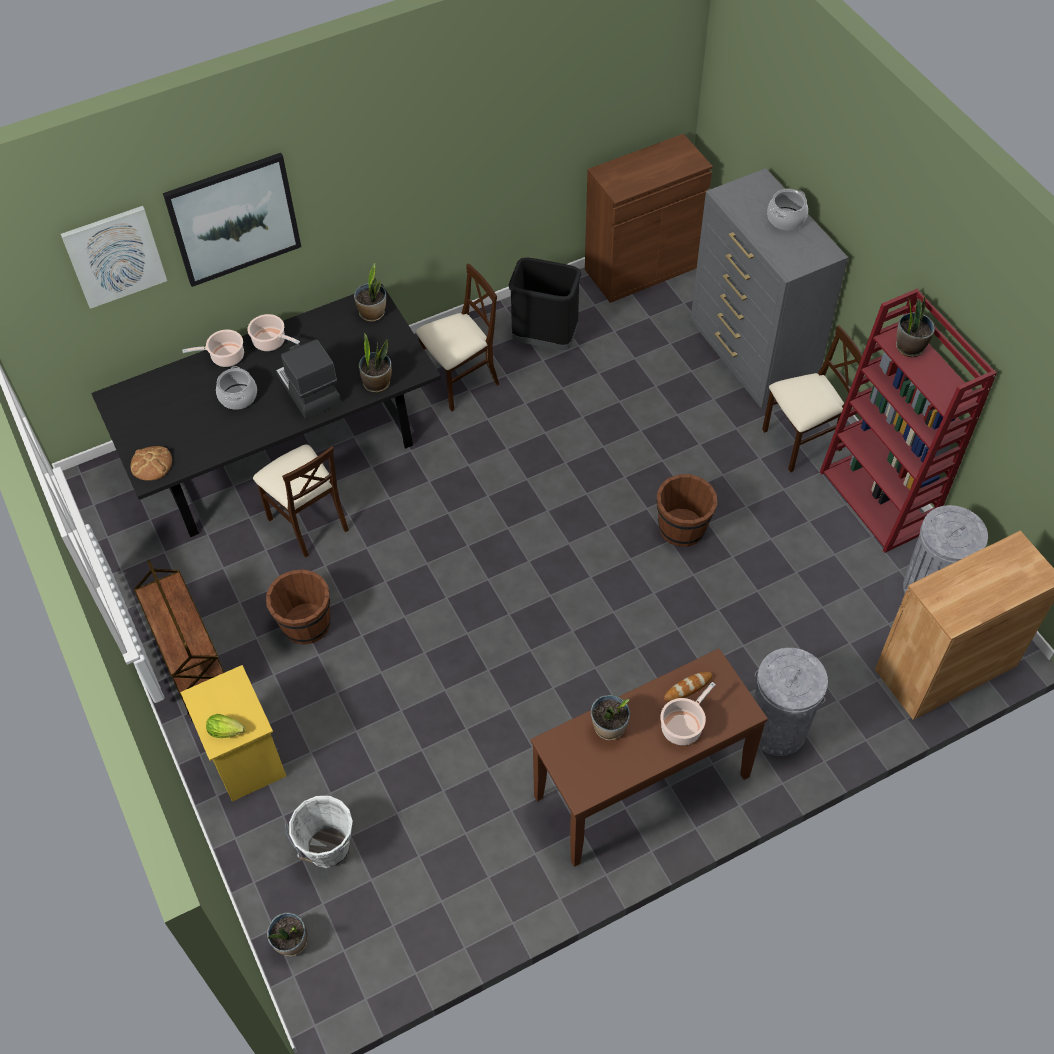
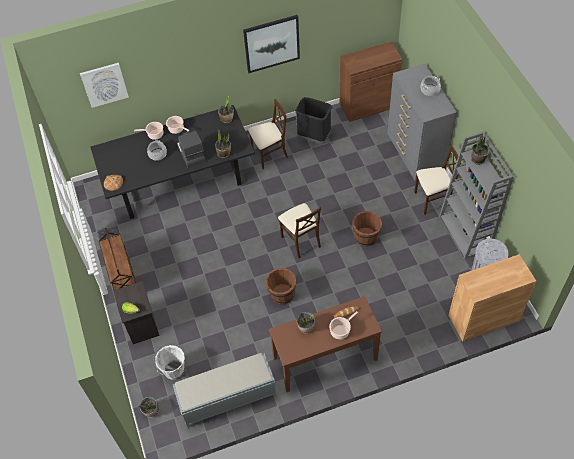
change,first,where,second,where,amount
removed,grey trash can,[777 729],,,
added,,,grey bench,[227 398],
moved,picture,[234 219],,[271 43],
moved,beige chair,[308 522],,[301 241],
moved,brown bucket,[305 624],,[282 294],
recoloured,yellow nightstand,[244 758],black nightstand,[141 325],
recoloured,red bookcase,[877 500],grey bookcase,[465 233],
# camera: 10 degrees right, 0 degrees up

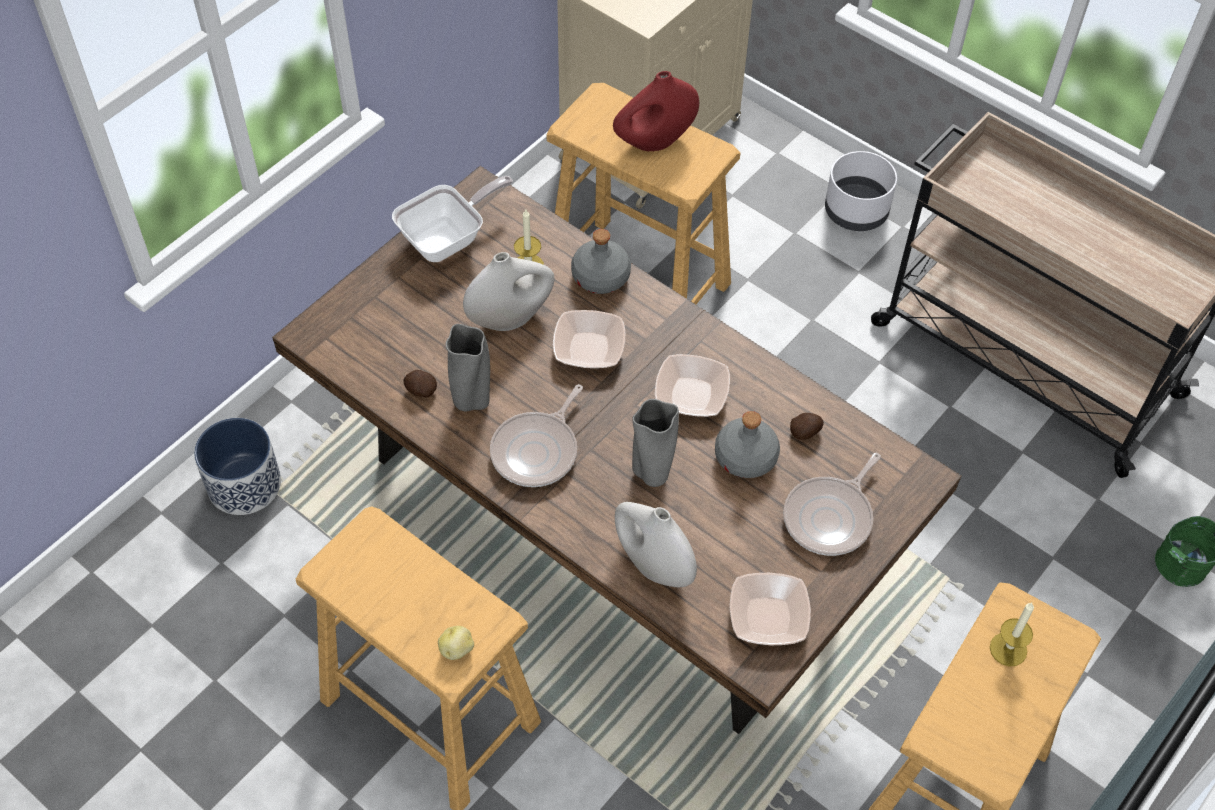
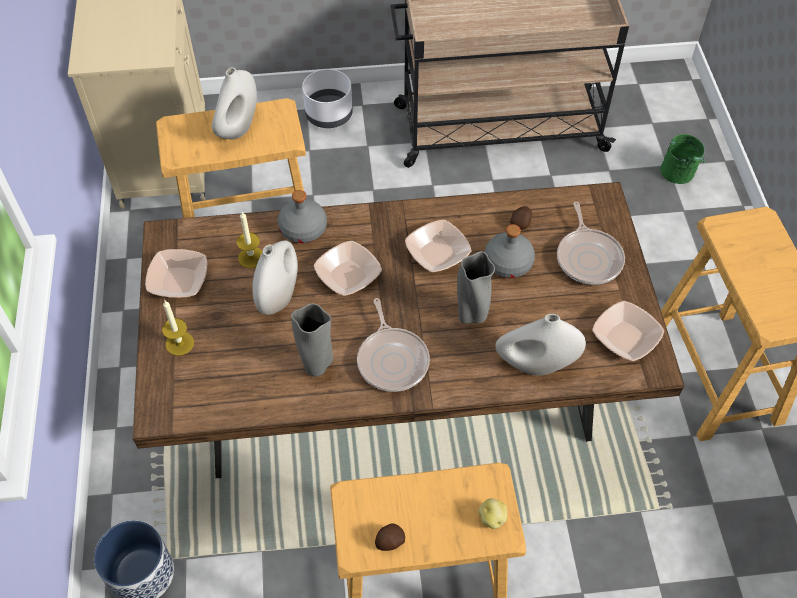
change,first,where,second,where,amount
moved,potato,[420 390],,[389 542],
moved,candle,[1008 649],,[179 343],
replaced,frying pan,[448 239],bowl,[179 281],
recoloured,red vase,[654 142],white vase,[238 129],
# camera: 45 degrees left, 0 degrees up

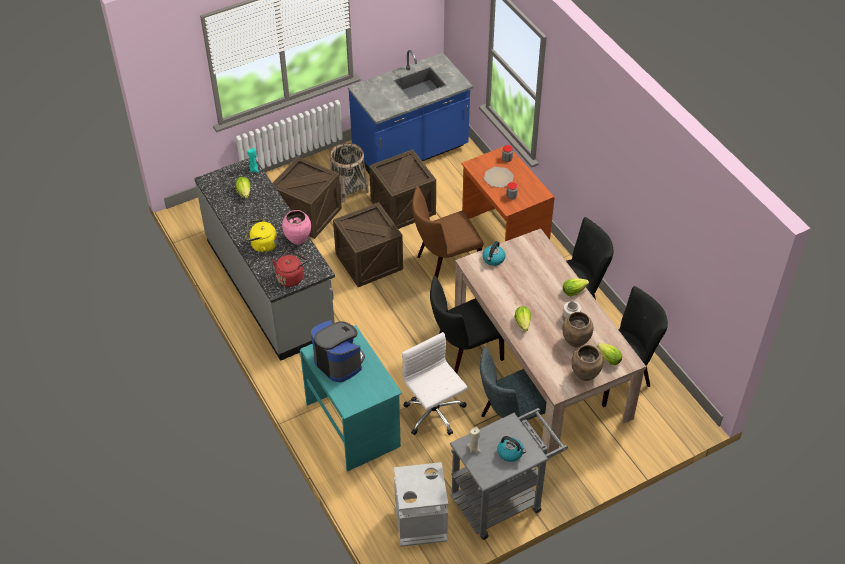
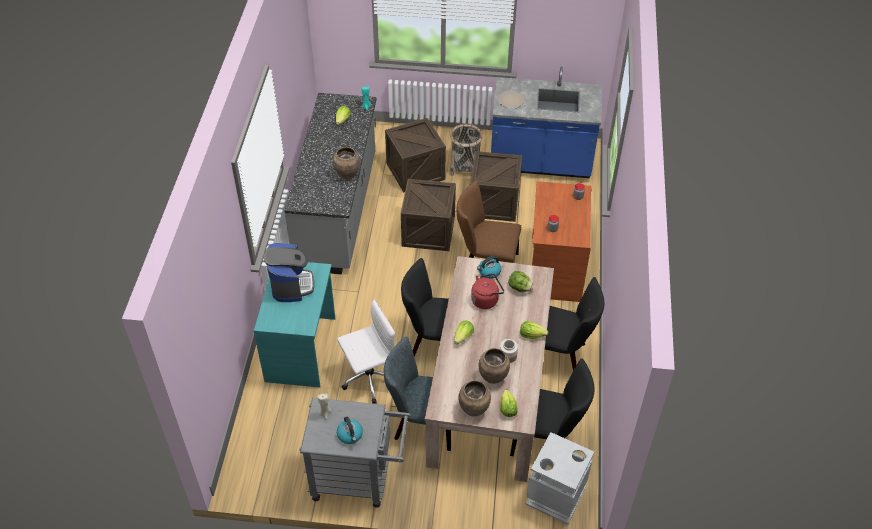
change,first,where,second,where,amount
removed,yellow kettle,[262 245],,,
added,,,lettuce,[519 288],
moved,red kettle,[291 277],,[486 299],
moved,grey trash can,[420 523],,[555 496],
moved,plate,[498 178],,[511 100],
recoloured,pink vase,[297 239],brown vase,[347 175],
turned,white office chair,[434 414],,[368 378],60 degrees clockwise
# camera: 35 degrees right, 0 degrees up

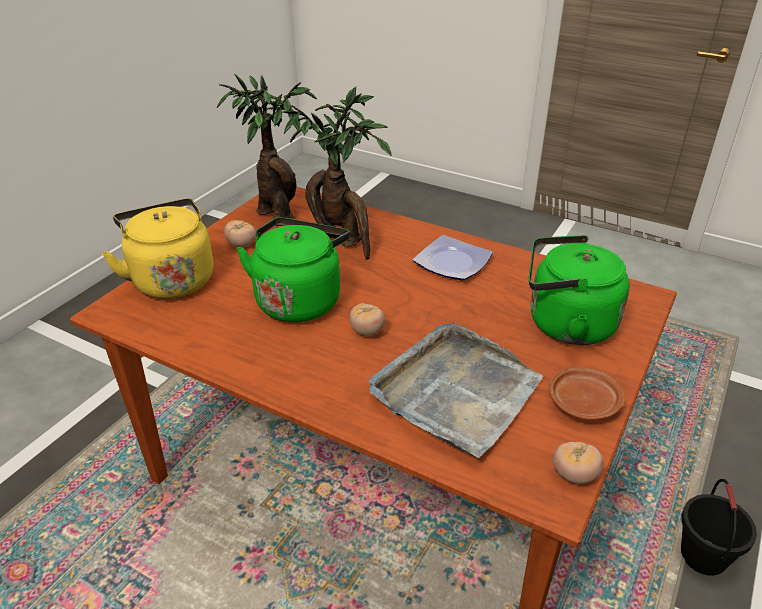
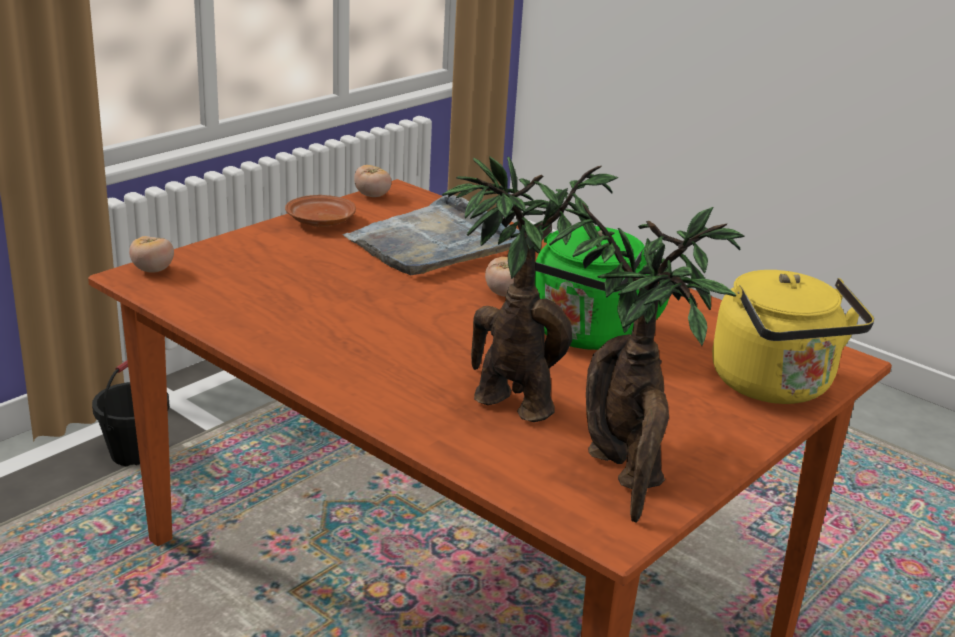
change,first,where,second,where,amount
removed,plate,[454 262],,,
removed,green kettle,[565 324],,,
moved,tomato,[241 245],,[153 270],
# camera: 170 degrees left, 10 degrees down

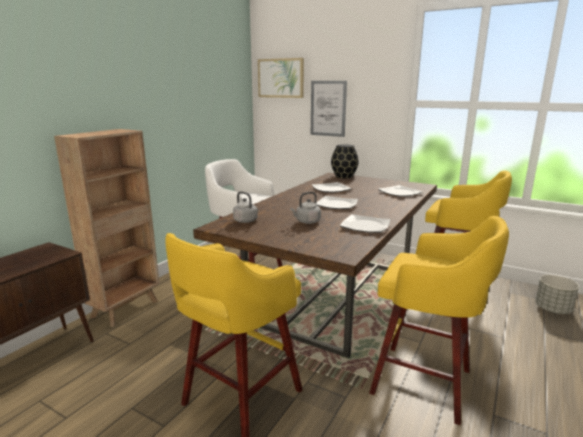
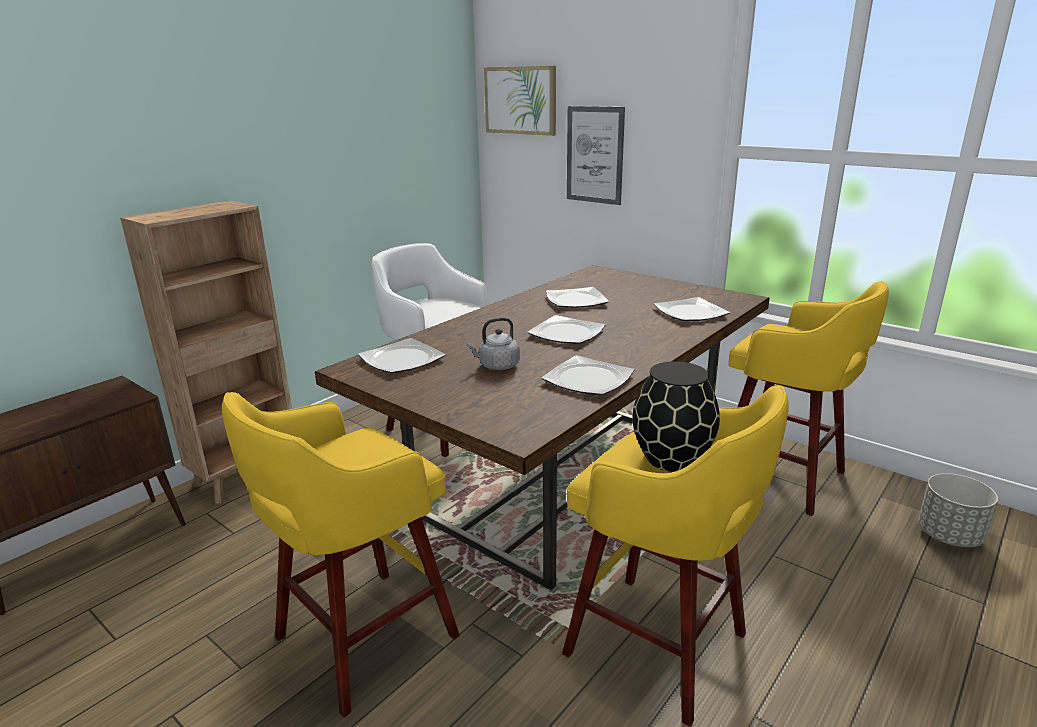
change,first,where,second,where,amount
moved,black vase,[344 176],,[672 459],
replaced,grey kettle,[246 221],plate,[403 360],
# camera: 10 degrees right, 5 degrees up

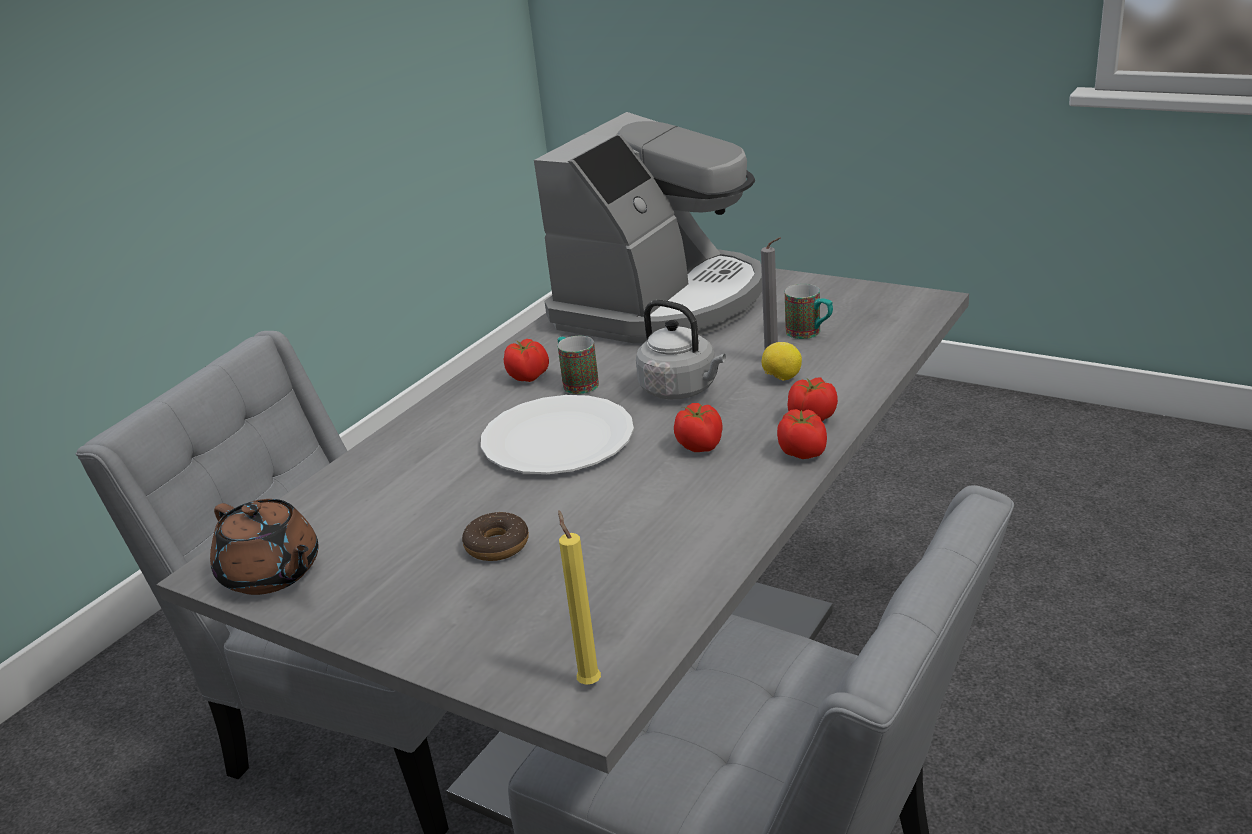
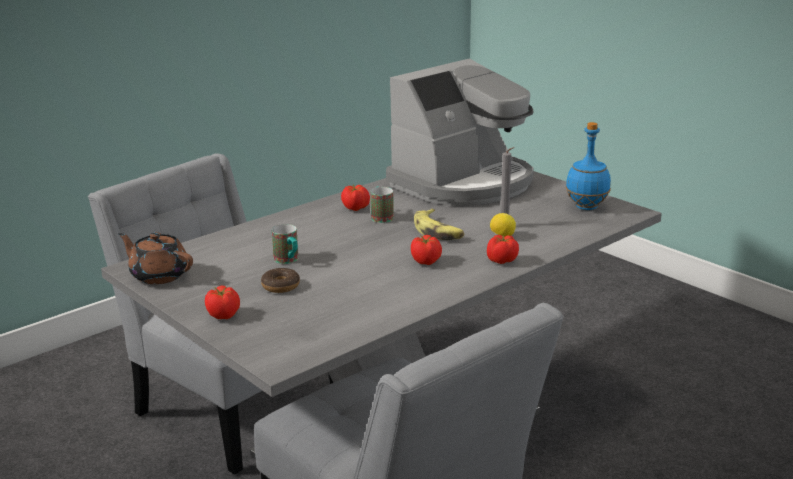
change,first,where,second,where,amount
removed,white plate,[558 439],,,
removed,yellow candle,[588 681],,,
added,,,blue bottle,[586 207],
moved,tomato,[803 452],,[224 315],
moved,mug,[810 333],,[288 260],
replaced,grey kettle,[681 390],banana,[438 231],
turned,brown teapot,[272 574],,[159 275],150 degrees clockwise
# camera: 15 degrees right, 5 degrees down

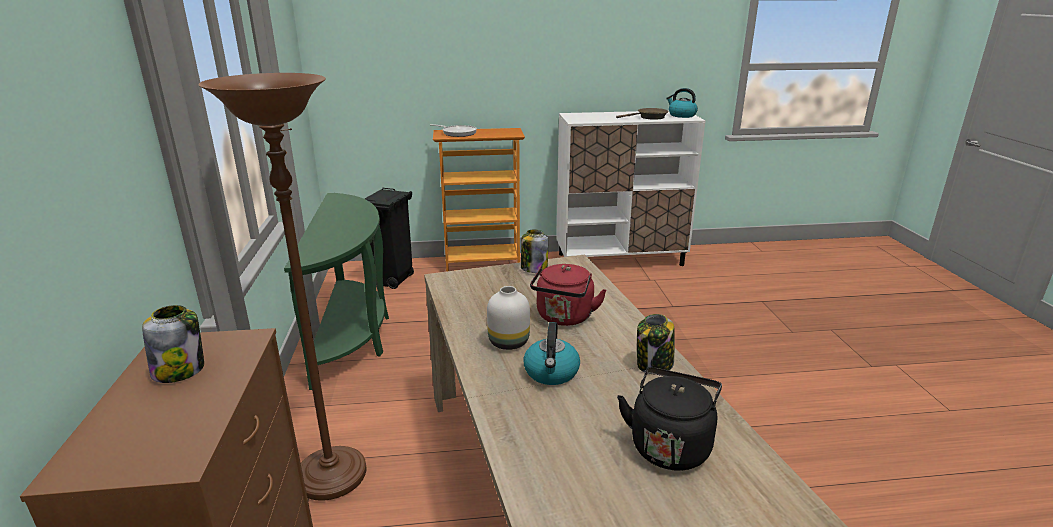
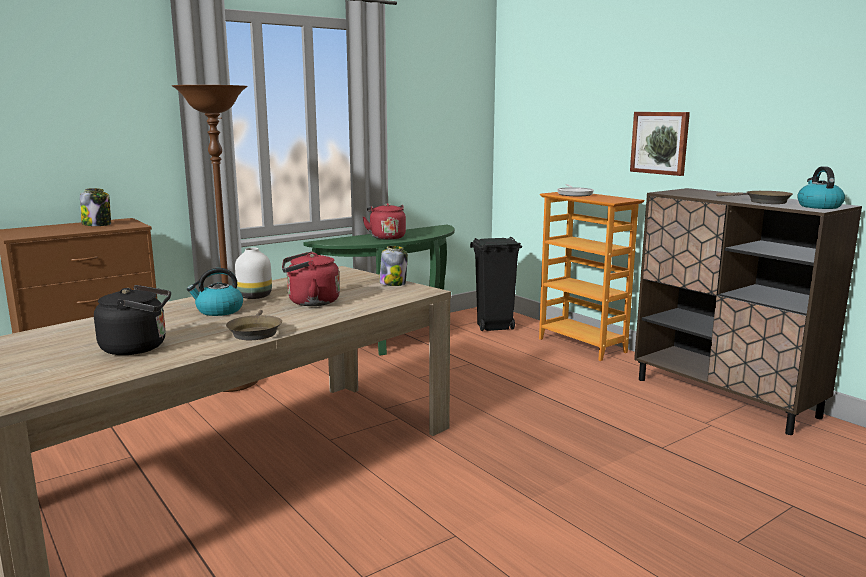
change,first,where,second,where,amount
added,,,red kettle,[386 237],
added,,,picture,[660 142],
replaced,jar,[654 365],brown frying pan,[255 332],
recoloured,white cabinet,[620 259],brown cabinet,[725 398],
# camera: 60 degrees right, 10 degrees down

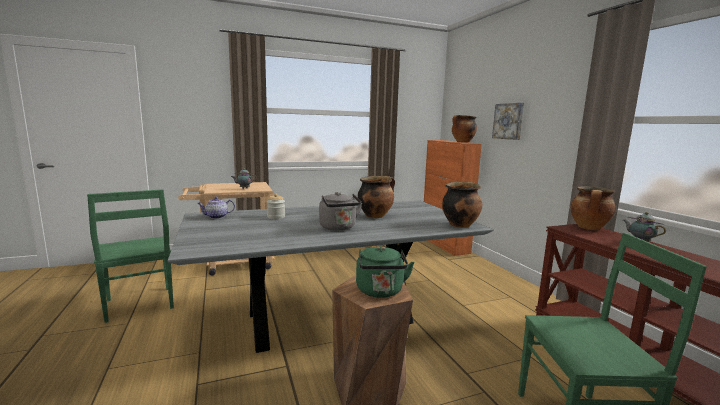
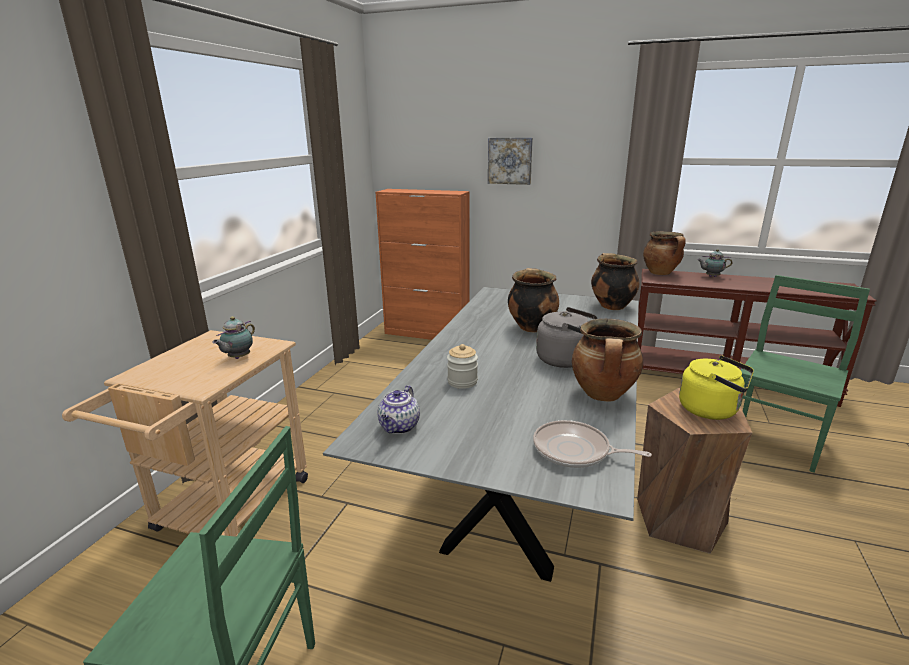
change,first,where,second,where,amount
added,,,frying pan,[575 451],
moved,cooking pot,[462 142],,[603 395],
recoloured,green kettle,[380 292],yellow kettle,[711 410],
# camera: 50 degrees left, 10 degrees up

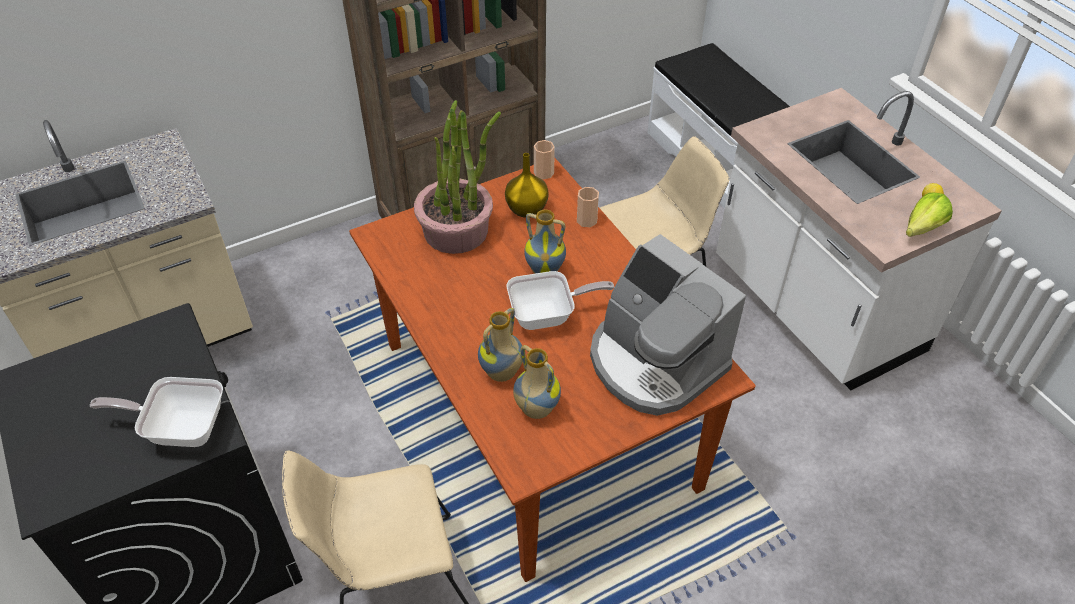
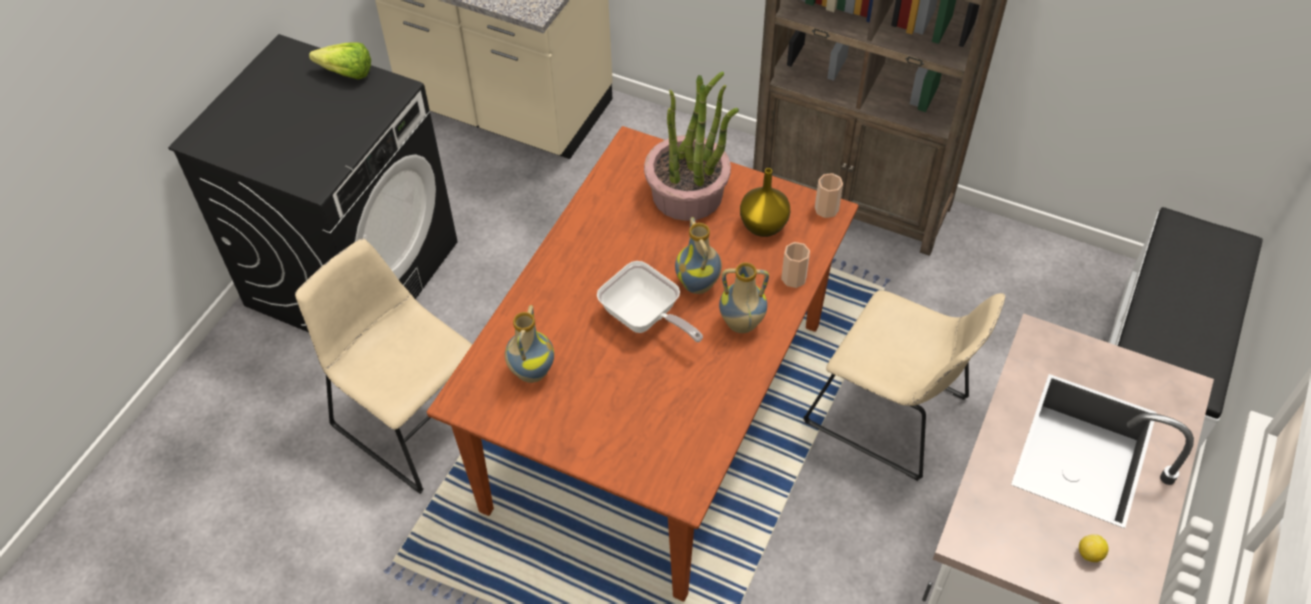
change,first,where,second,where,amount
removed,frying pan,[180 427],,,
removed,coffee machine,[654 362],,,
moved,vase,[502 373],,[741 324],
moved,lettuce,[918 231],,[342 72],
# camera: 55 degrees right, 5 degrees up

